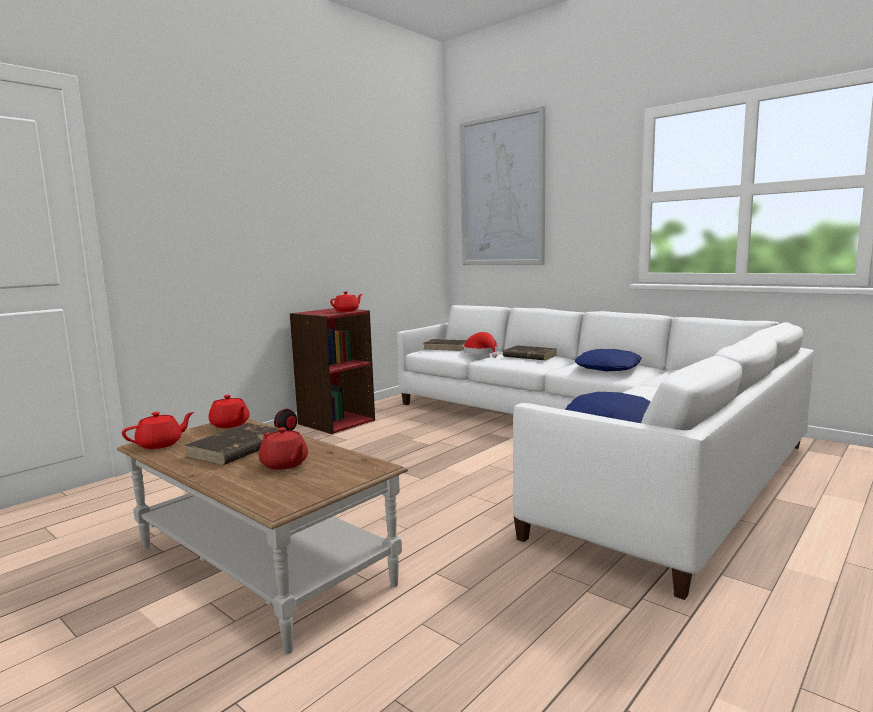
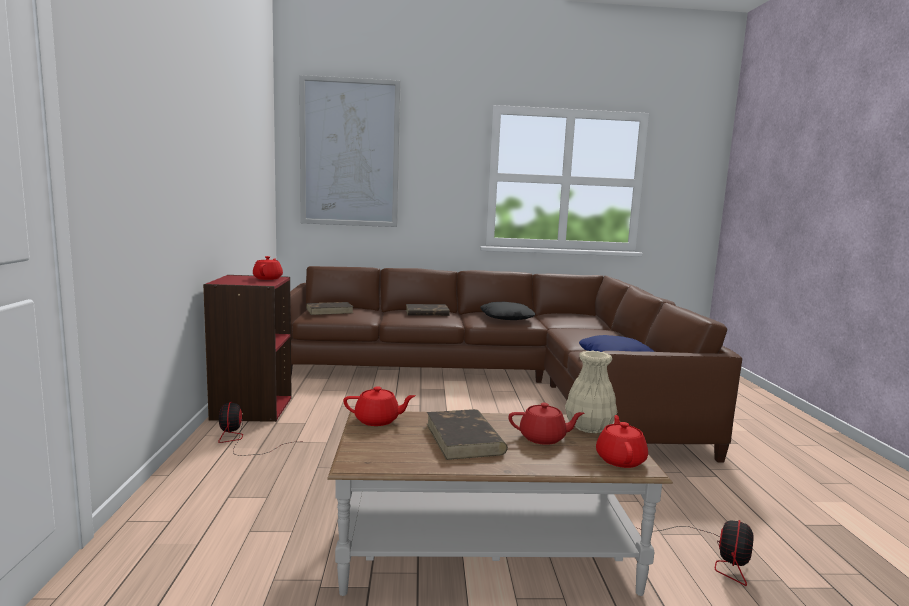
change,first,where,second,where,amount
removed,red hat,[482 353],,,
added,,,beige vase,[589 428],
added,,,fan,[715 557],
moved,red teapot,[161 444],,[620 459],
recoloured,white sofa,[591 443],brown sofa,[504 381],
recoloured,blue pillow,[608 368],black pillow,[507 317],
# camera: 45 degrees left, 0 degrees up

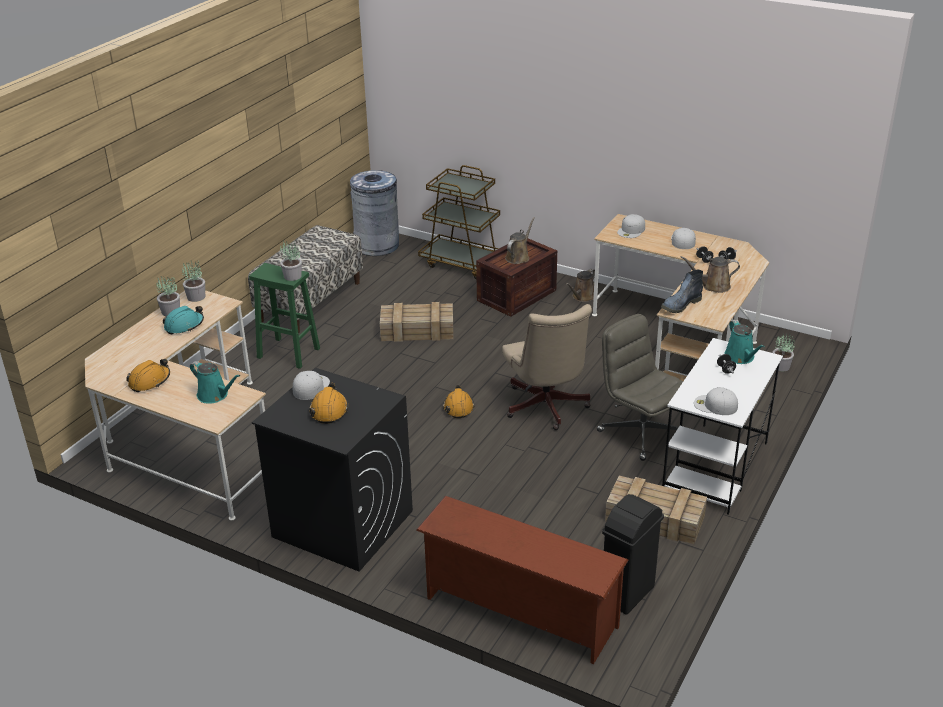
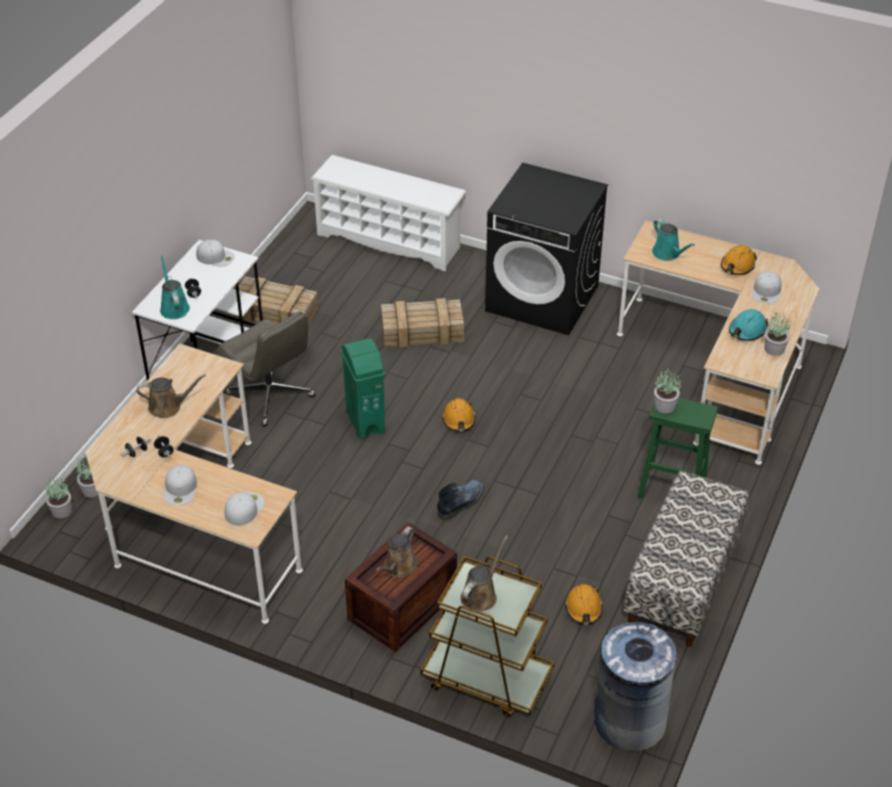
change,first,where,second,where,amount
removed,black trash can,[627 594],,,
moved,potted plant,[196 296],,[61 511],
moved,white cap,[310 387],,[766 291],
moved,orange hard hat,[329 410],,[583 608],
moved,crate,[416 331],,[423 331],
moved,brown watering can,[582 297],,[481 595],
moved,boot,[680 305],,[461 502],
replaced,beige office chair,[546 409],green trash can,[365 421],
recoloured,brown shoe rack,[518 613],white shoe rack,[390 240],
turned,turquoise watering can,[215 395],,[668 254],150 degrees counterclockwise
# camera: 175 degrees right, 10 degrees up

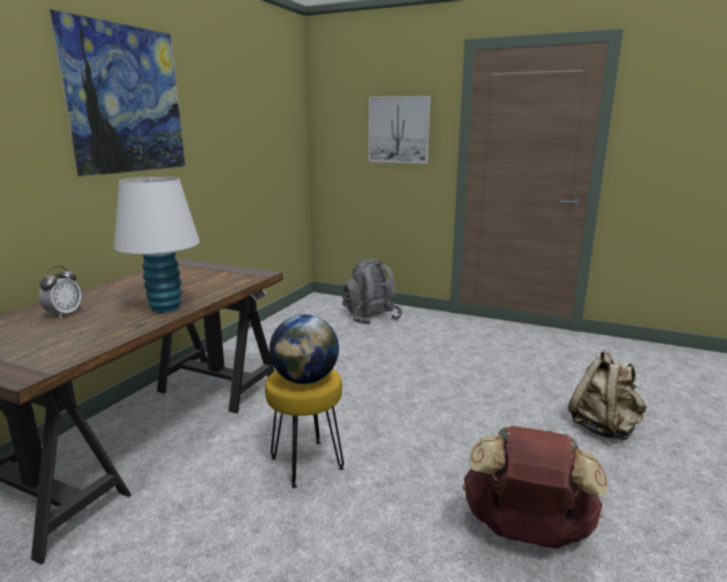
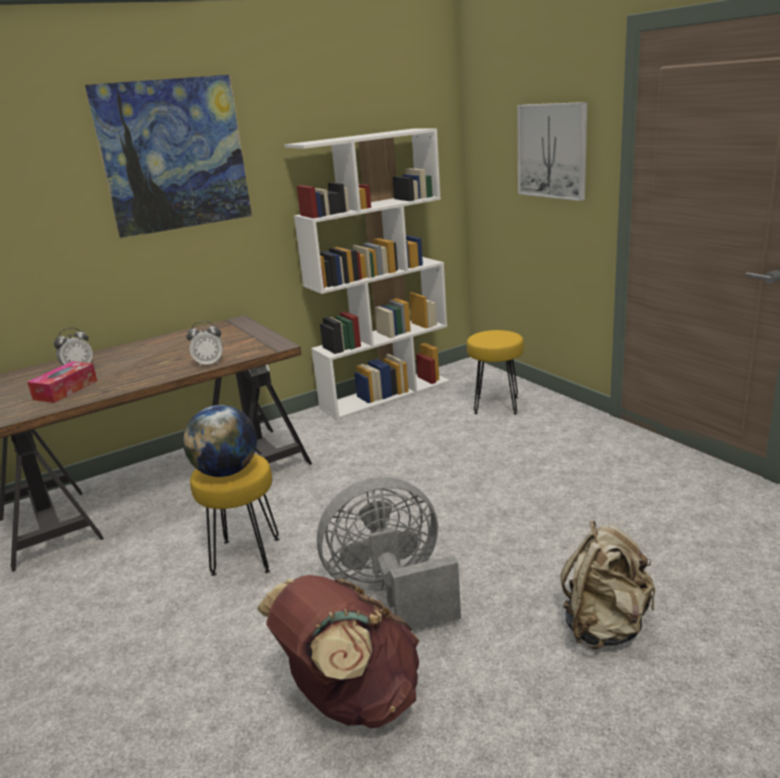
change,first,where,second,where,amount
removed,white table lamp,[165 308],,,
added,,,tissue box,[65 390],
added,,,alarm clock,[209 364],
added,,,white bookcase,[386 394],
added,,,grey fan,[391 593],
replaced,grey backpack,[371 318],yellow stool,[495 405],
# camera: 35 degrees right, 5 degrees up

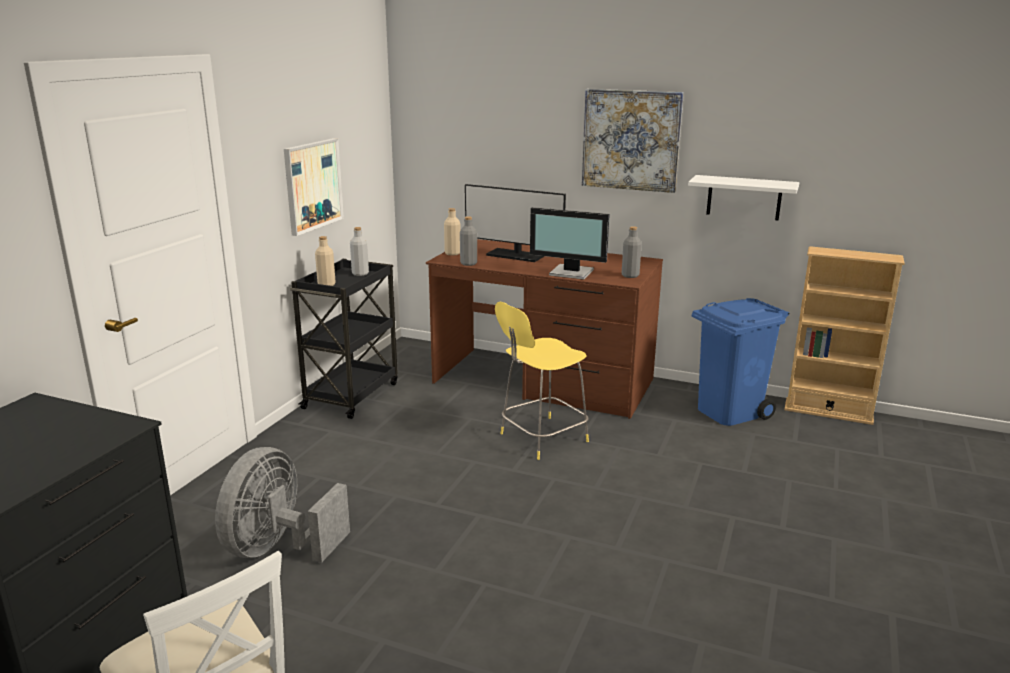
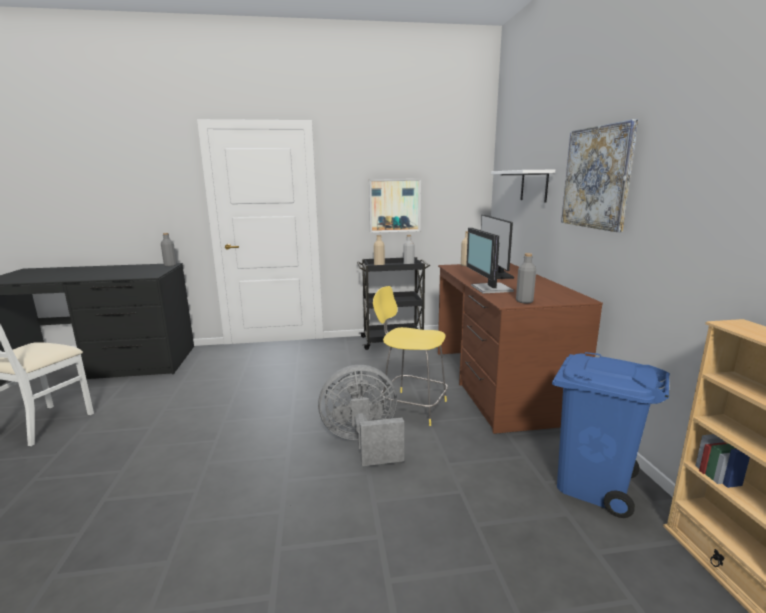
change,first,where,second,where,amount
moved,grey fan,[279 548],,[363 442],
moved,grey bottle,[468 263],,[170 265],
moved,white shelf,[744 197],,[534 185],
# camera: 60 degrees right, 5 degrees down

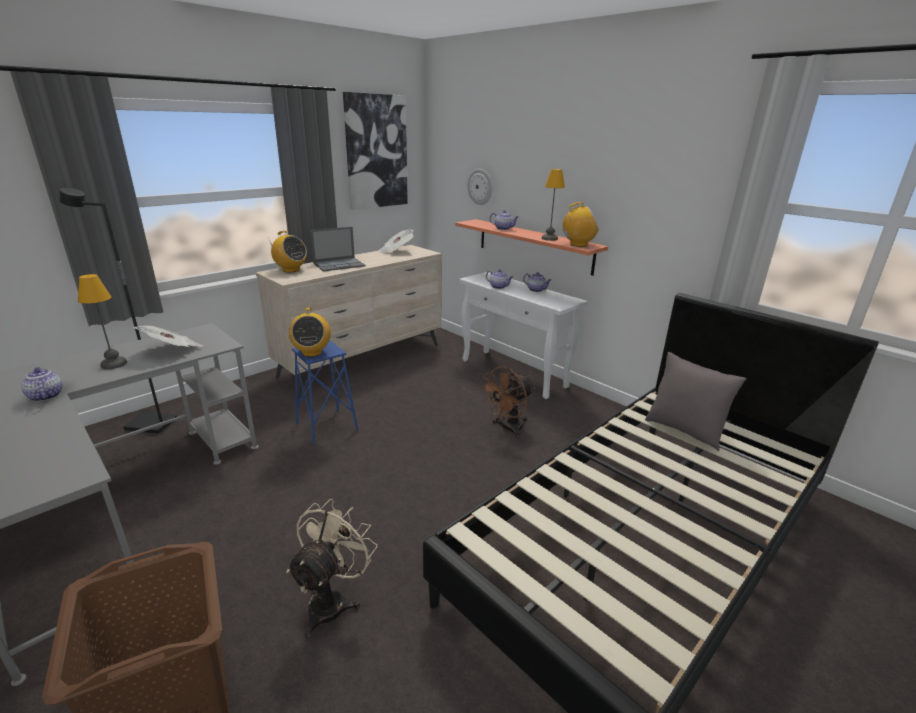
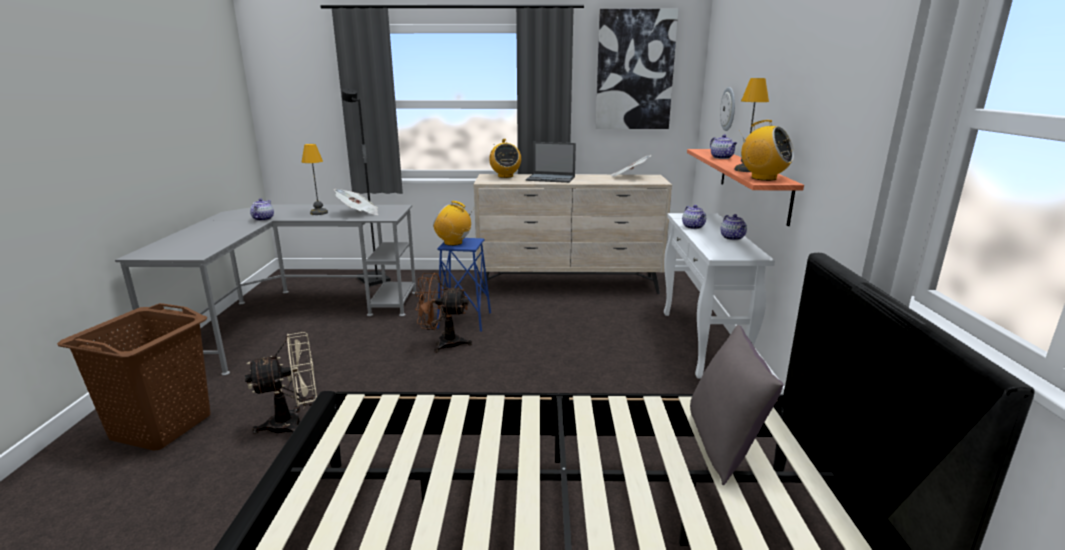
change,first,where,second,where,amount
moved,brown fan,[507 428],,[443 343],
turned,radio,[312 352],,[453 243],75 degrees clockwise
# camera: 45 degrees right, 5 degrees down

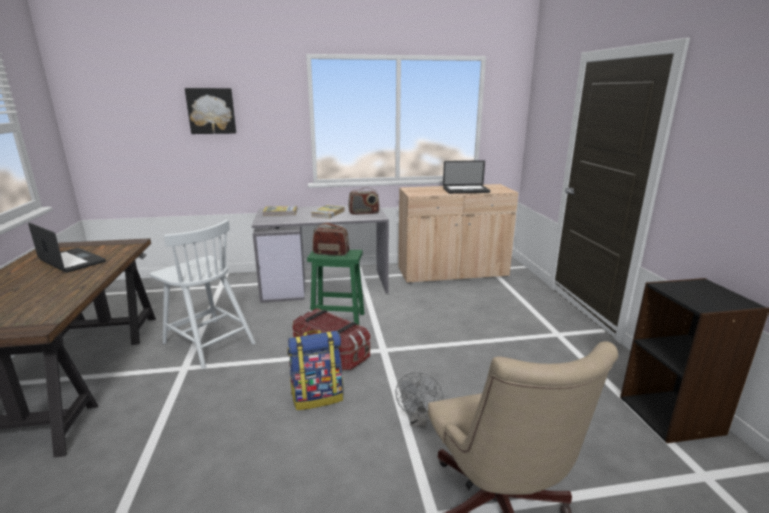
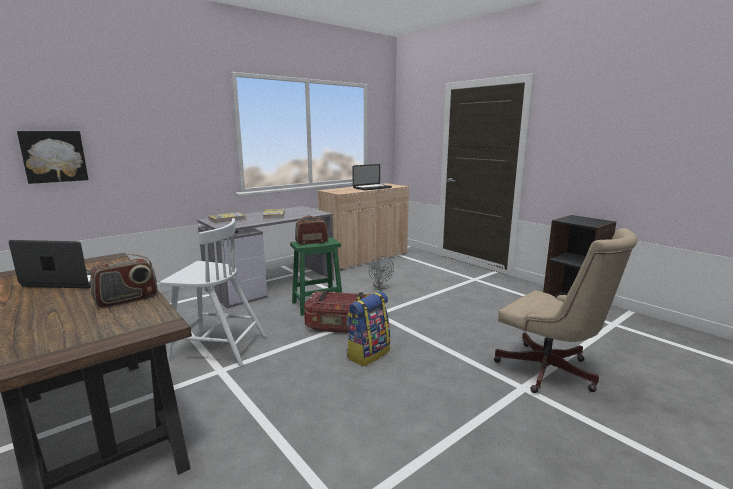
change,first,where,second,where,amount
moved,picture,[211 111],,[54 156],
moved,radio,[364 213],,[127 300],
moved,grey fan,[419 421],,[380 287],
# camera: 30 degrees left, 5 degrees down

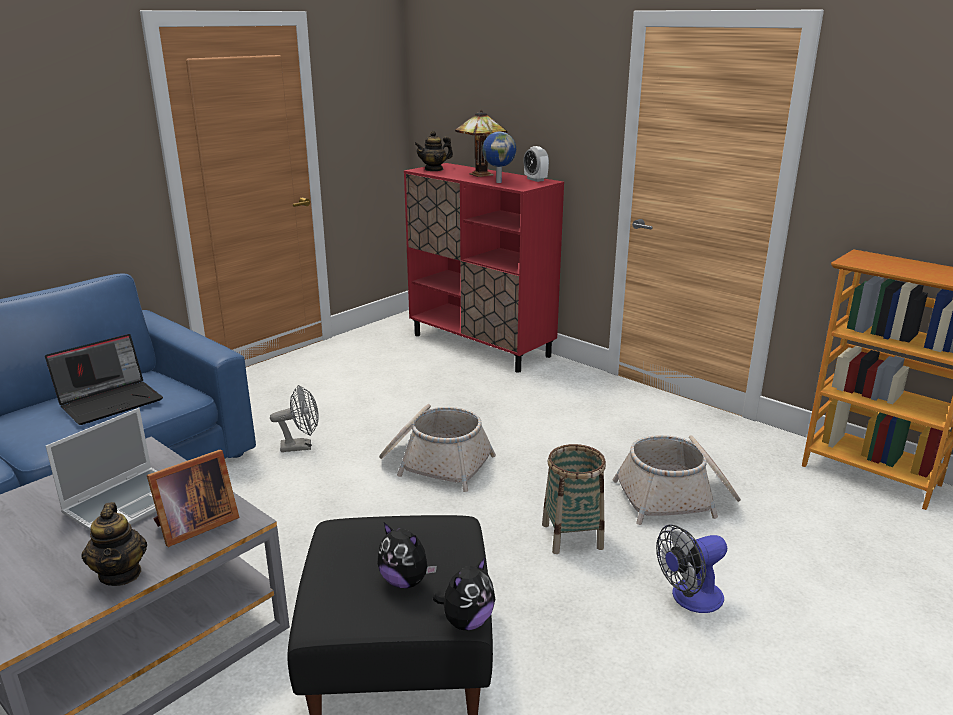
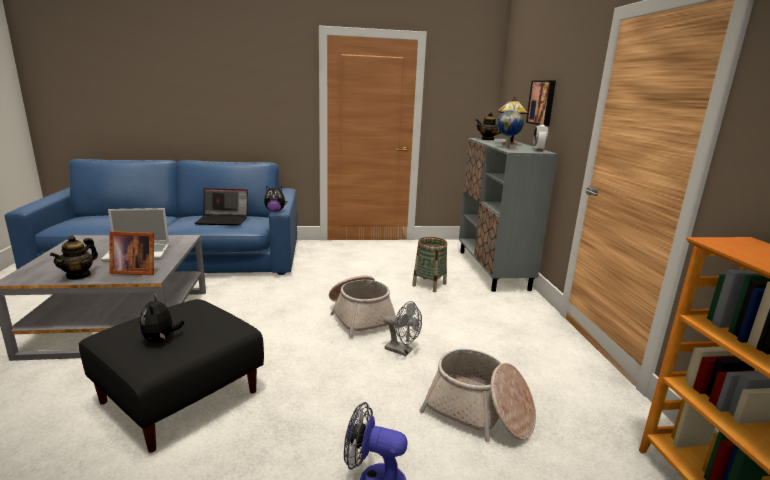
change,first,where,second,where,amount
added,,,picture,[542 102],
moved,grey fan,[301 446],,[402 351],
moved,plush toy,[466 621],,[275 211],
moved,basket,[572 536],,[429 284],
recoloured,red cabinet,[481 345],grey cabinet,[492 269],
# camera: 40 degrees right, 5 degrees down

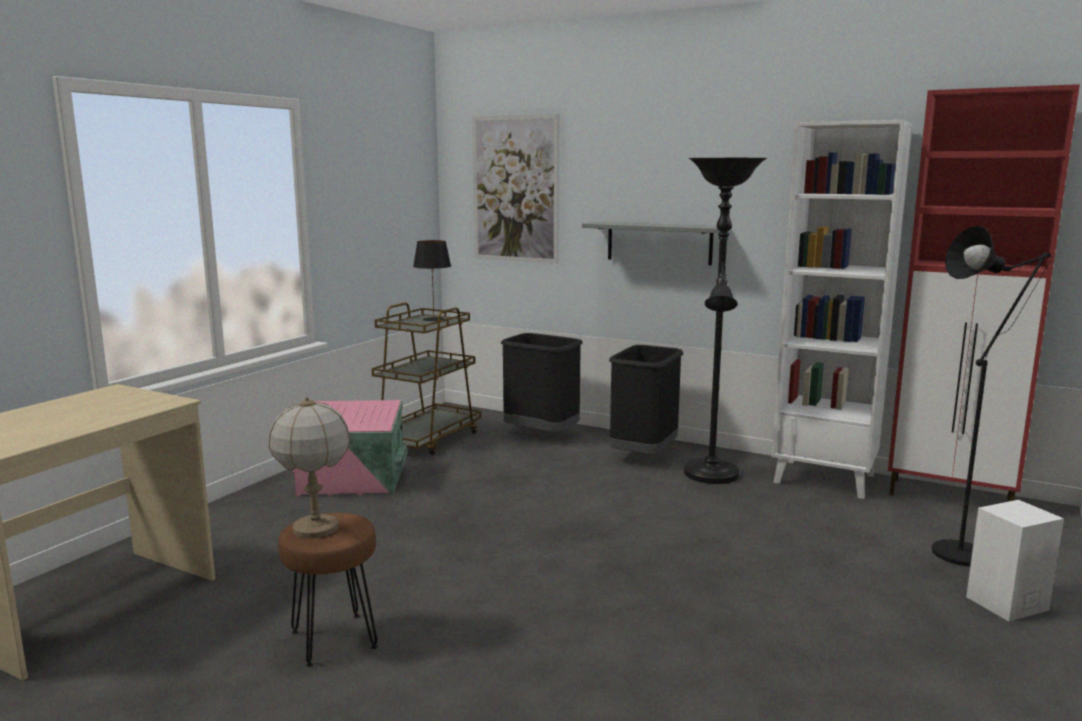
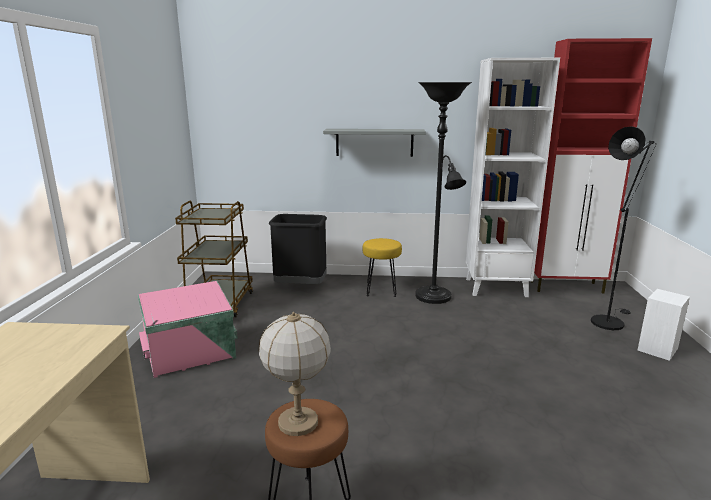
change,first,where,second,where,amount
removed,black table lamp,[433 319],,,
removed,picture,[515 189],,,
replaced,black trash can,[644 456],yellow stool,[381 291],
# camera: 25 degrees left, 5 degrees up

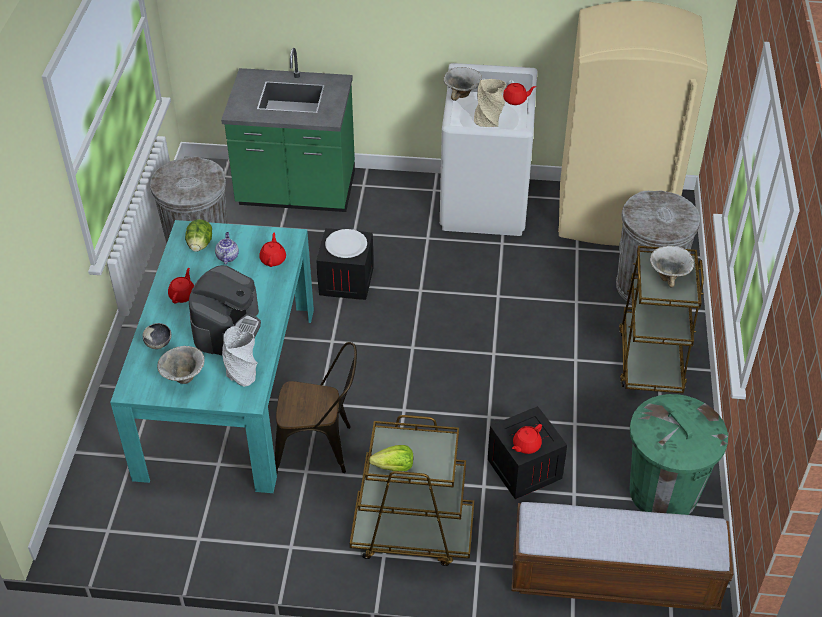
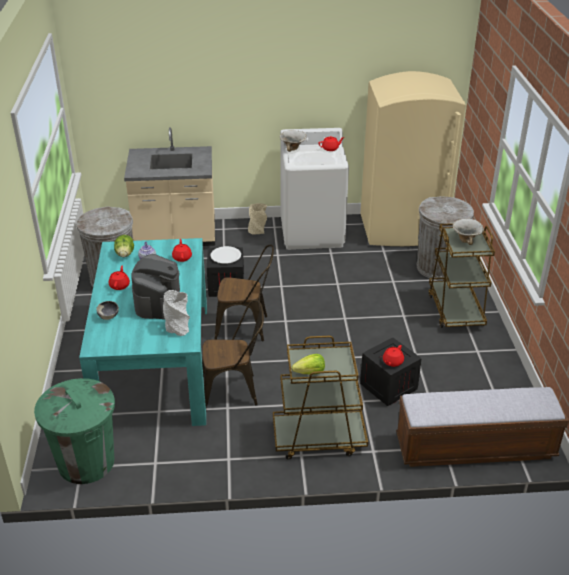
change,first,where,second,where,amount
removed,bowl,[183 378],,,
added,,,brown chair,[246 327],
moved,beige vase,[489 120],,[258 230],
moved,green trash can,[663 492],,[86 463],
recoloured,green counter,[296 192],beige counter,[176 237],
# camera: 10 degrees left, 10 degrees down

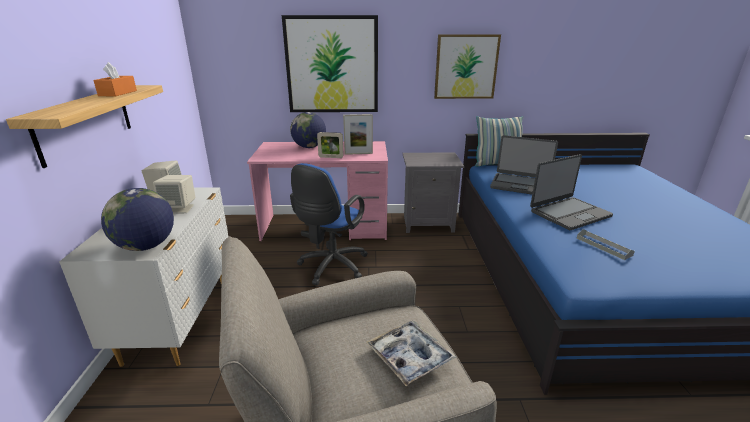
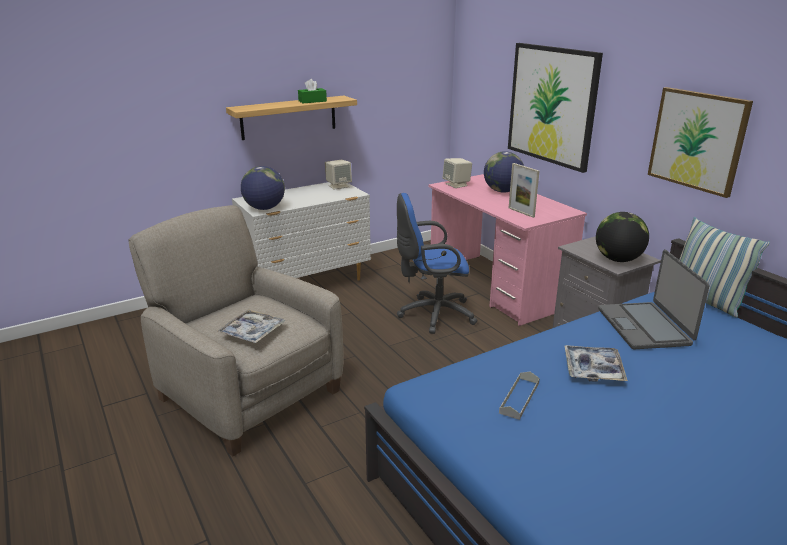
change,first,where,second,where,amount
removed,picture frame,[331 157],,,
added,,,globe,[618 260],
moved,beige speaker,[179 209],,[456 184],
replaced,laptop,[569 213],tray,[593 369],
recoloured,orange tissue box,[118 93],green tissue box,[312 101],
# camera: 60 degrees right, 0 degrees up

